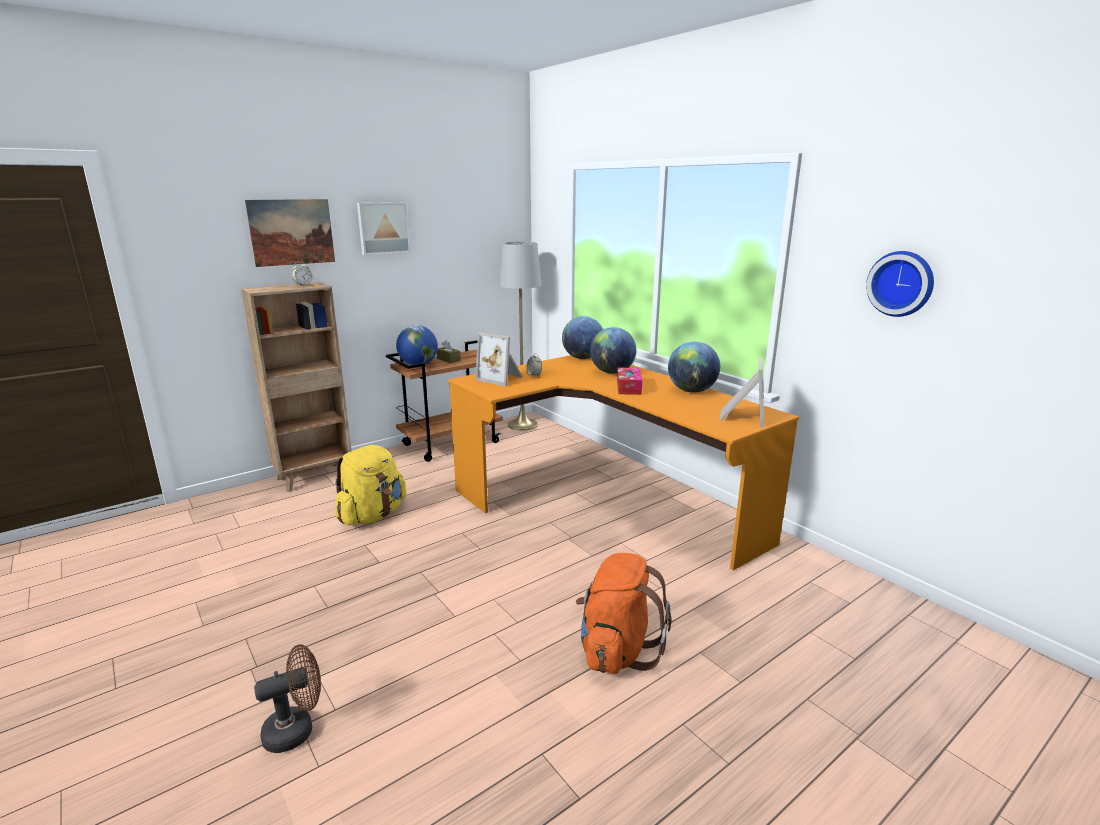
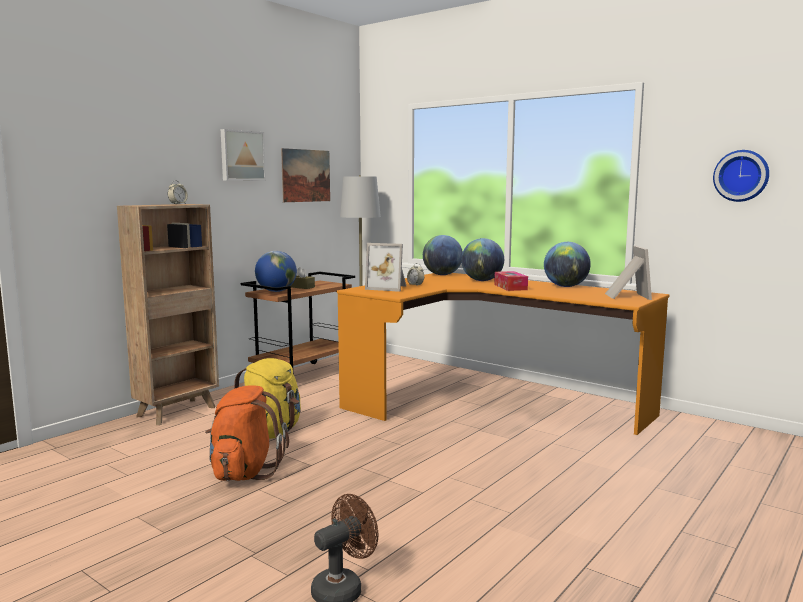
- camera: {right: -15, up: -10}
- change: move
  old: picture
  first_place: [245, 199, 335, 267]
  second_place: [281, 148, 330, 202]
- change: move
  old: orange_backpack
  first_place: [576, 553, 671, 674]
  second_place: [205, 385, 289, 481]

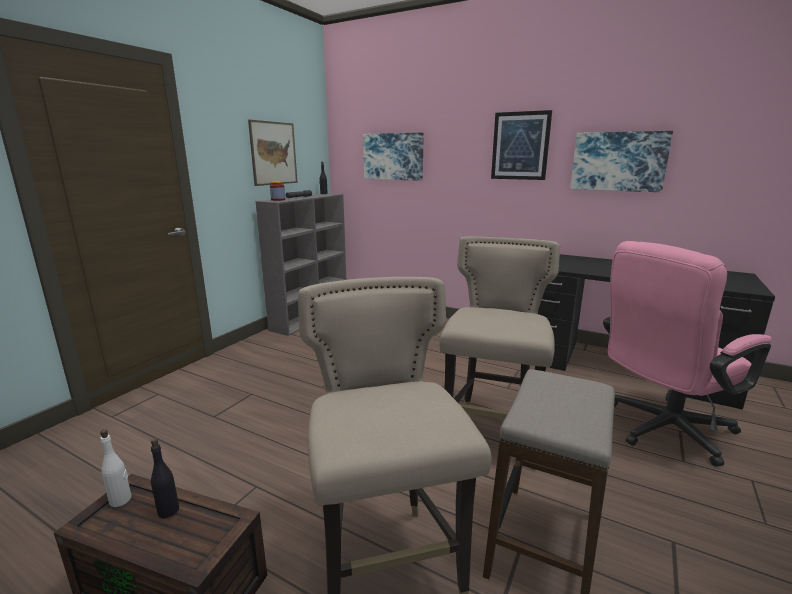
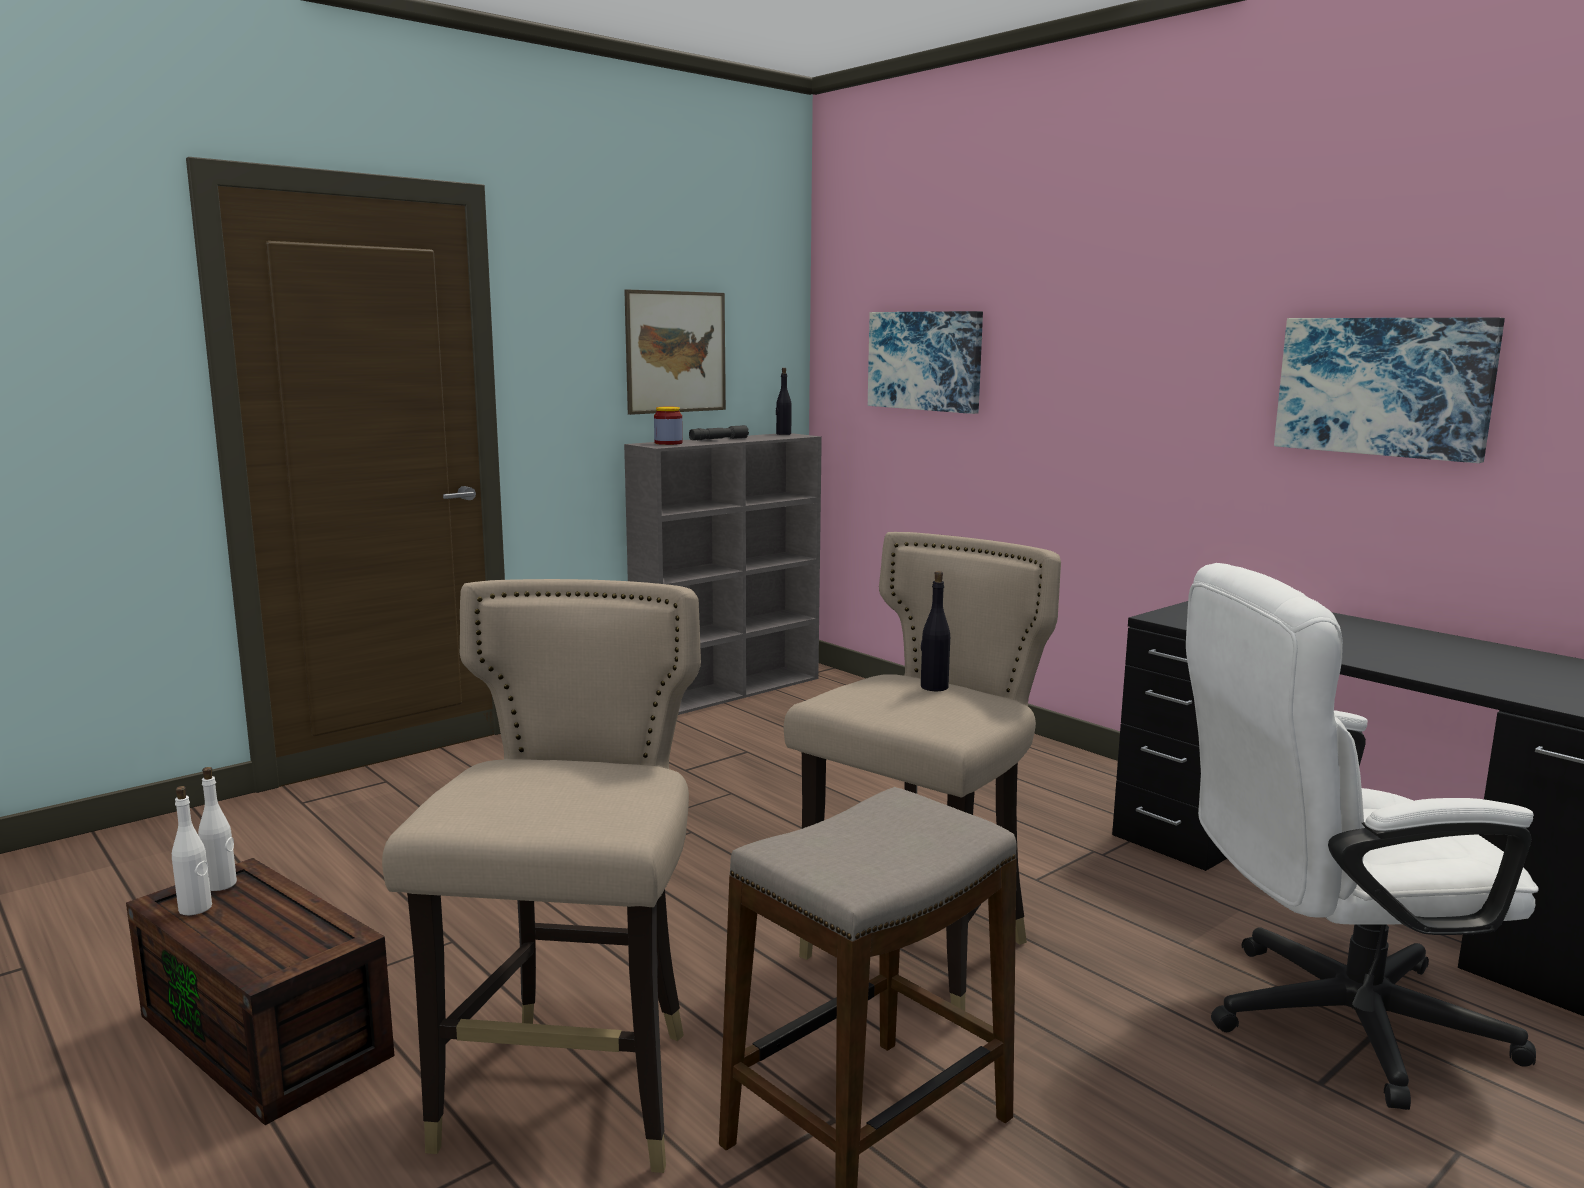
- camera: {right: 20, up: -5}
- change: delete
  old: picture
  first_place: [491, 110, 552, 180]
- change: insert
  new: white_bottle
  second_place: [172, 786, 212, 915]
- change: move
  old: black_bottle
  first_place: [151, 438, 179, 519]
  second_place: [921, 571, 950, 691]
- change: recolor
  old: pink_office_chair
  new: white_office_chair
  first_place: [603, 241, 772, 466]
  second_place: [1186, 563, 1539, 1110]

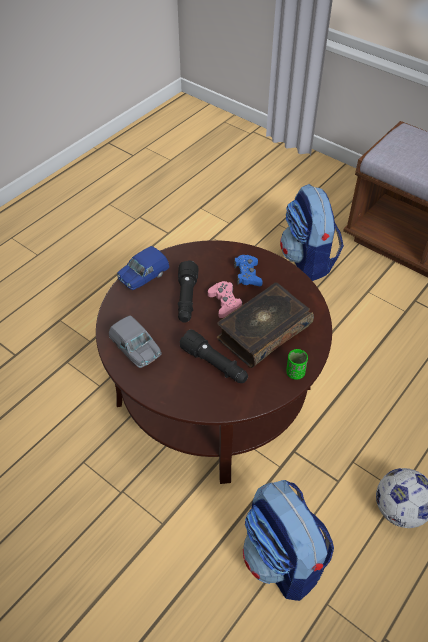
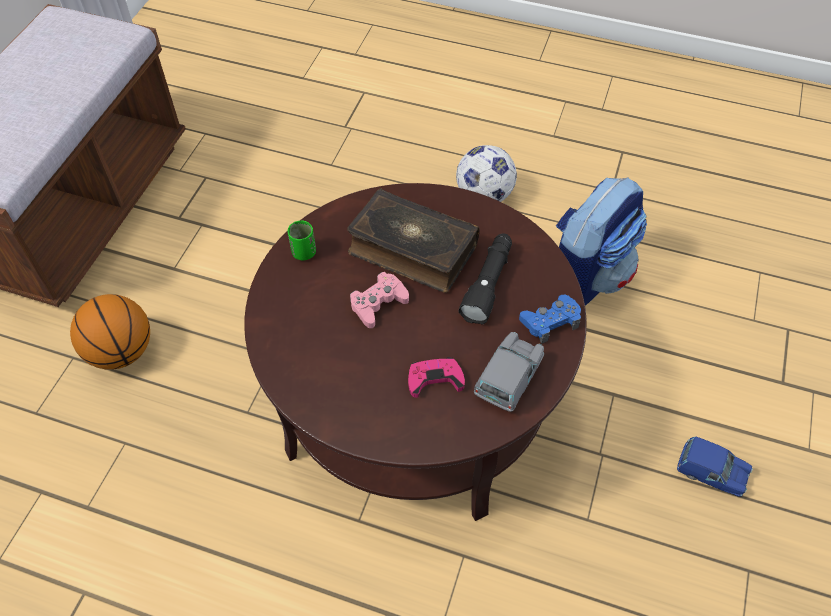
- camera: {right: -110, up: 5}
- change: delete
  old: black_flashlight
  first_place: [178, 260, 199, 323]
- change: insert
  new: pink_game_controller
  second_place: [408, 357, 465, 398]
- change: move
  old: blue_toy_car
  first_place: [117, 246, 169, 290]
  second_place: [677, 437, 753, 497]
- change: move
  old: blue_game_controller
  first_place: [234, 255, 263, 286]
  second_place: [519, 295, 581, 344]
- change: move
  old: green_cup
  first_place: [286, 349, 308, 380]
  second_place: [288, 221, 316, 260]
- change: replace
  old: backpack
  new: basketball
  first_place: [280, 184, 344, 281]
  second_place: [70, 294, 150, 370]

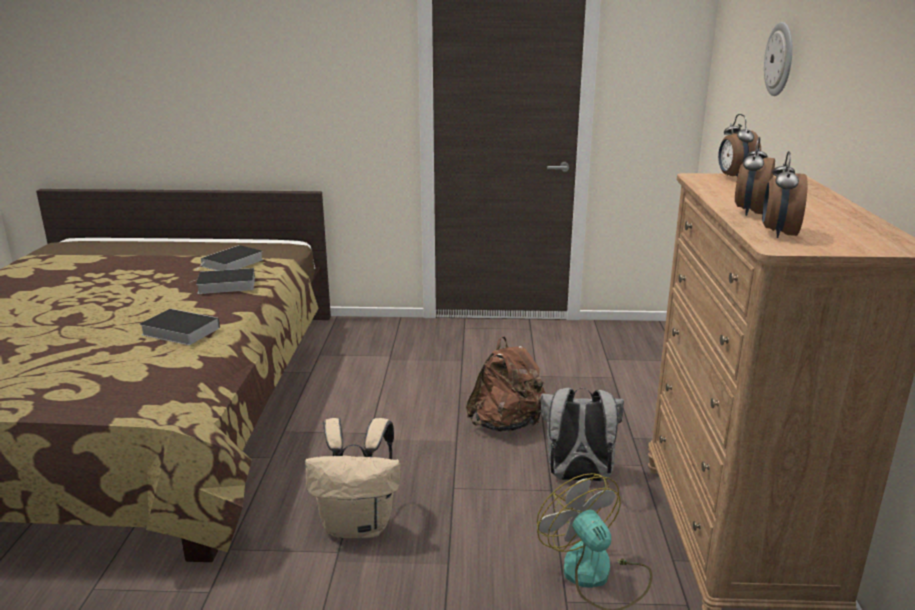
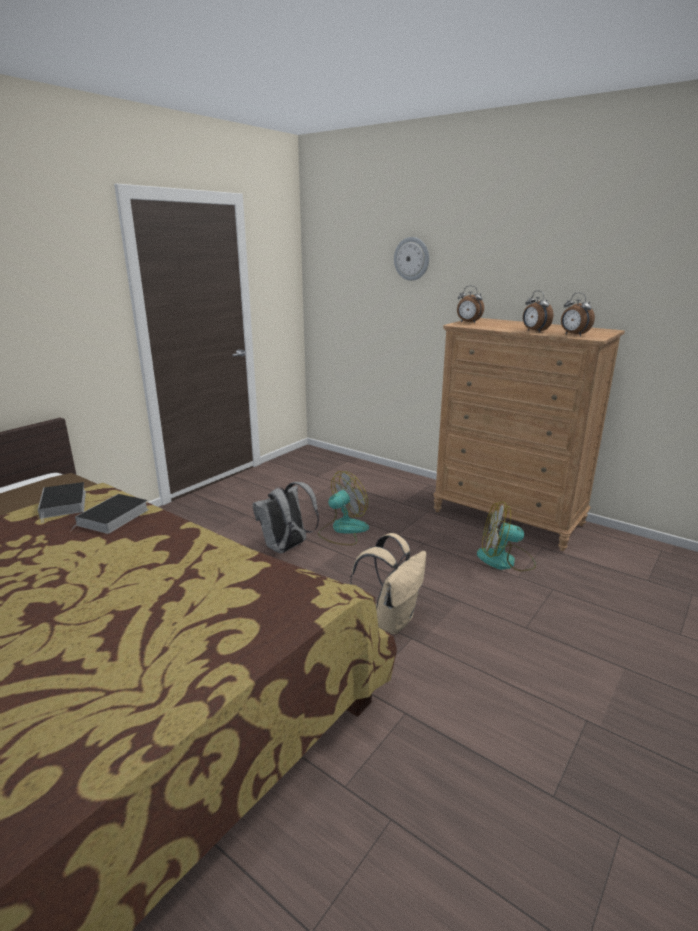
- camera: {right: -55, up: 0}
- change: delete
  old: book
  first_place: [139, 309, 220, 345]
- change: move
  old: grey_backpack
  first_place: [541, 388, 624, 481]
  second_place: [252, 482, 319, 553]
- change: replace
  old: brown_backpack
  new: fan
  first_place: [466, 336, 546, 432]
  second_place: [318, 471, 369, 545]

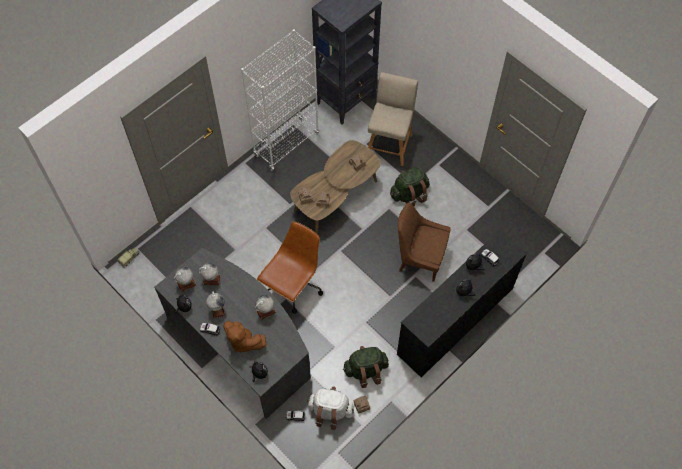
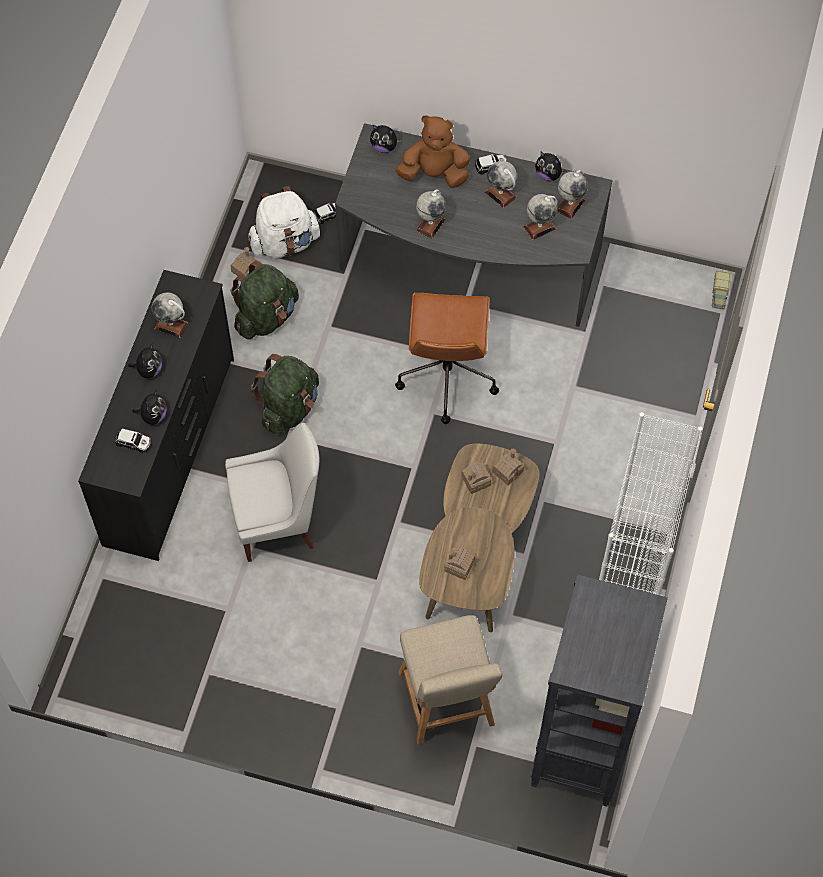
- camera: {right: 150, up: 0}
- change: insert
  new: globe
  second_place: [152, 292, 188, 338]
- change: move
  old: green_backpack
  first_place: [390, 167, 430, 206]
  second_place: [251, 354, 319, 434]
- change: recolor
  old: brown_chair
  new: white_chair
  first_place: [398, 203, 451, 282]
  second_place: [225, 423, 319, 562]

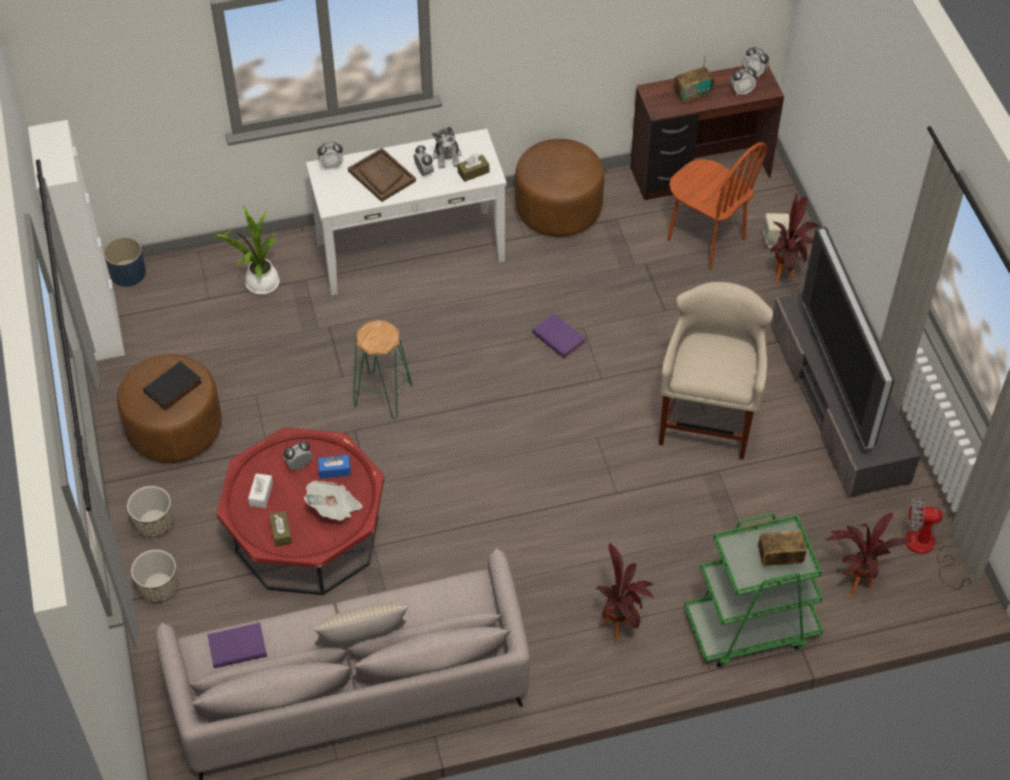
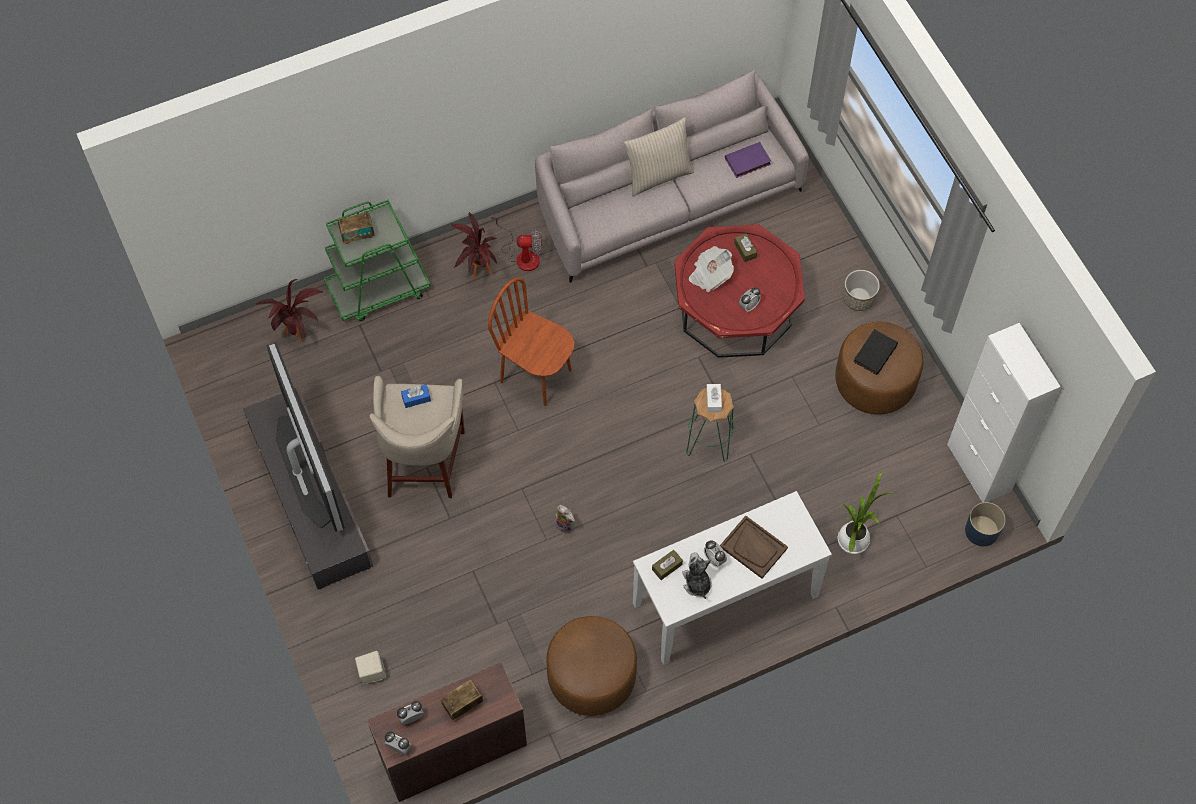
- camera: {right: 170, up: 10}
- change: delete
  old: planter
  first_place: [131, 550, 179, 603]
- change: delete
  old: alarm_clock
  first_place: [317, 142, 343, 170]
- change: delete
  old: potted_plant
  first_place: [771, 192, 820, 285]
- change: move
  old: white_tissue_box
  first_place: [248, 473, 273, 508]
  second_place: [706, 384, 722, 412]
- change: move
  old: blue_tissue_box
  first_place: [318, 455, 351, 479]
  second_place: [401, 384, 431, 408]
- change: move
  old: brown_chair
  first_place: [667, 142, 767, 270]
  second_place: [488, 277, 574, 406]
- change: move
  old: fan
  first_place: [905, 495, 972, 589]
  second_place: [491, 213, 542, 271]
- change: replace
  old: purple_book
  new: plush_toy
  first_place: [532, 313, 586, 359]
  second_place: [554, 505, 575, 534]

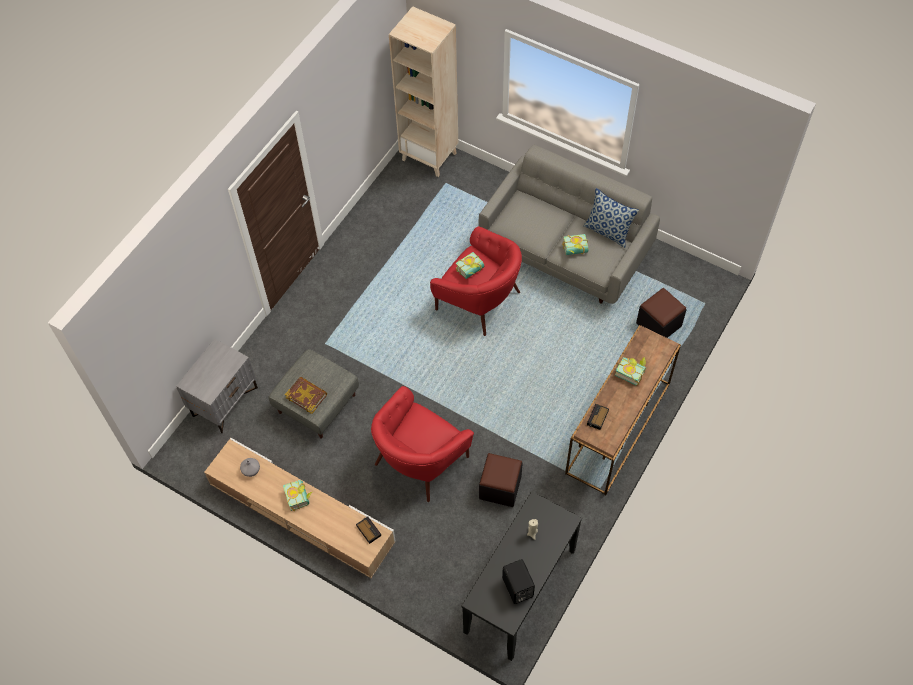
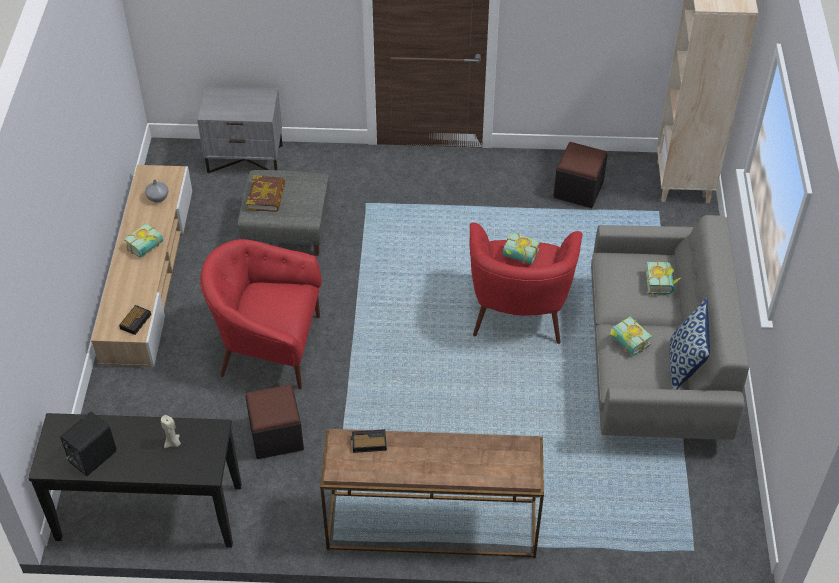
- camera: {right: 60, up: -10}
- change: move
  old: book
  first_place: [615, 357, 646, 386]
  second_place: [645, 260, 682, 296]
- change: move
  old: black_ottoman
  first_place: [636, 288, 686, 338]
  second_place: [553, 142, 607, 208]

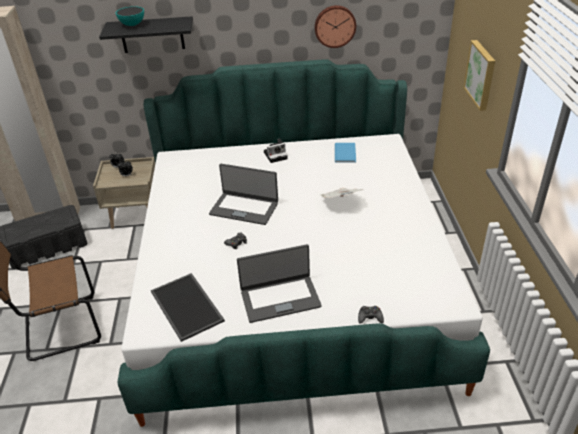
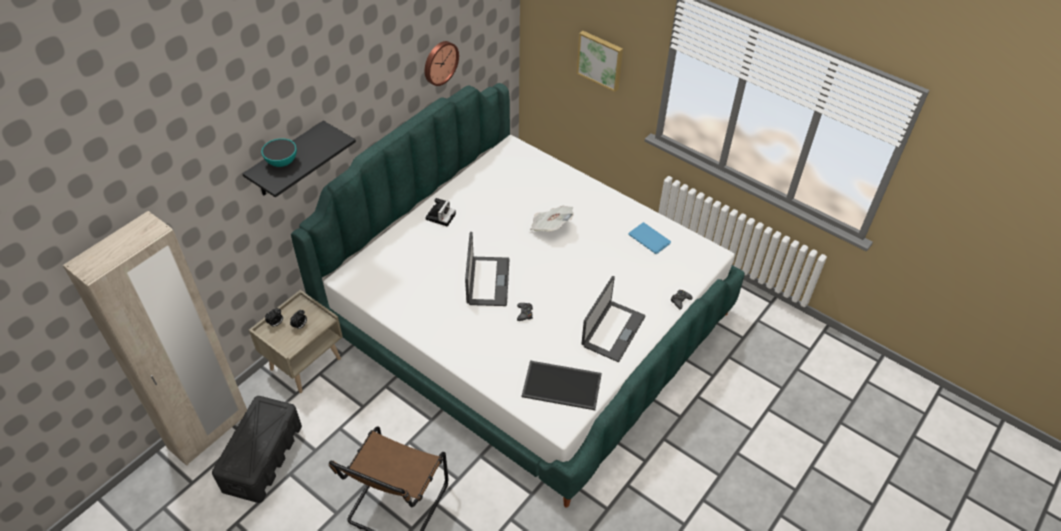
- camera: {right: -50, up: 10}
- change: move
  old: blue_book
  first_place: [335, 143, 356, 163]
  second_place: [628, 222, 671, 255]
- change: rotate
  old: laptop
  first_place: [209, 164, 278, 225]
  second_place: [465, 232, 510, 306]
  degrees: -60

